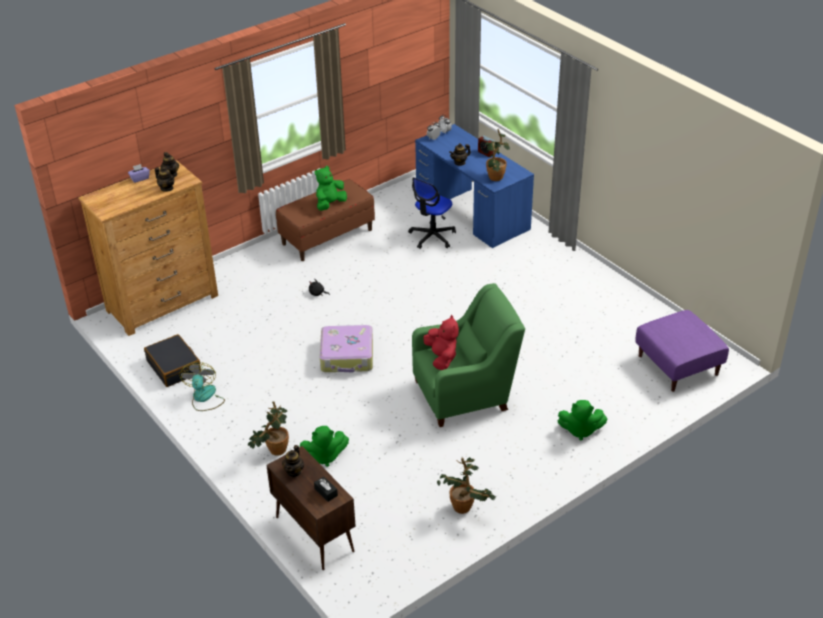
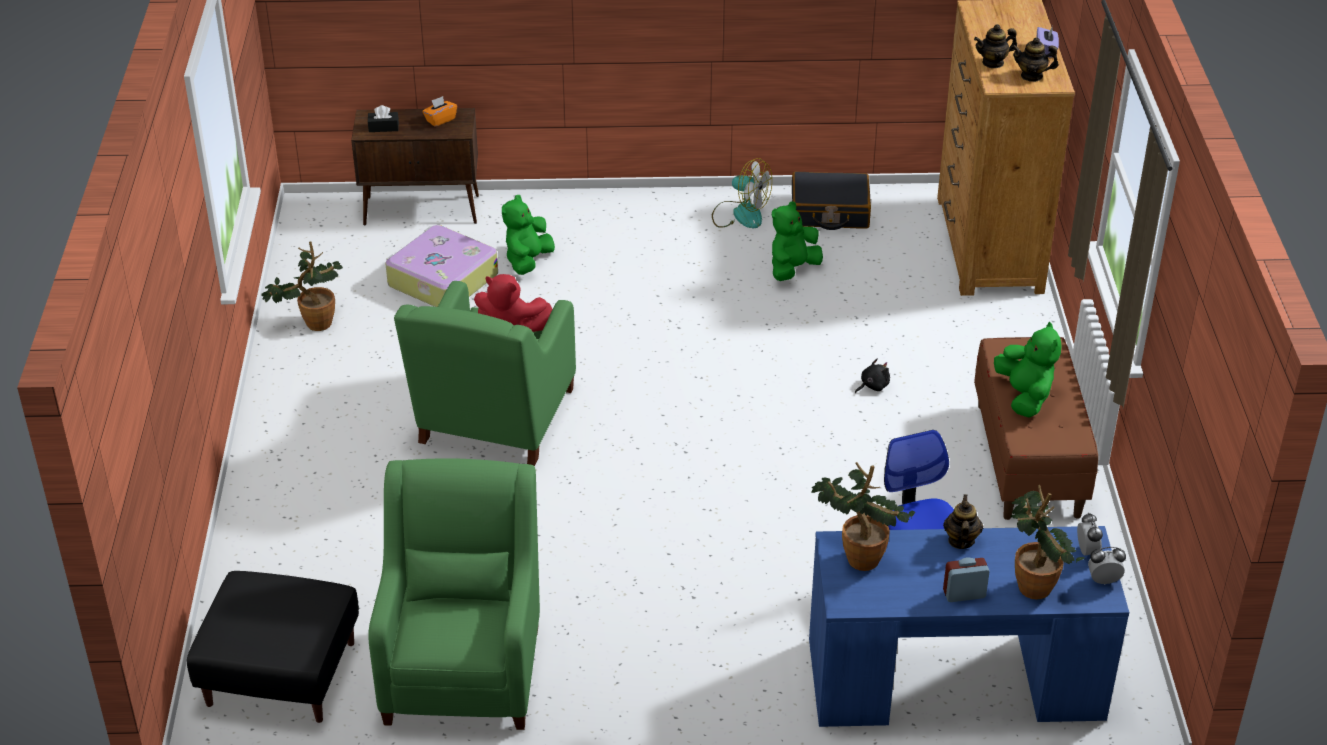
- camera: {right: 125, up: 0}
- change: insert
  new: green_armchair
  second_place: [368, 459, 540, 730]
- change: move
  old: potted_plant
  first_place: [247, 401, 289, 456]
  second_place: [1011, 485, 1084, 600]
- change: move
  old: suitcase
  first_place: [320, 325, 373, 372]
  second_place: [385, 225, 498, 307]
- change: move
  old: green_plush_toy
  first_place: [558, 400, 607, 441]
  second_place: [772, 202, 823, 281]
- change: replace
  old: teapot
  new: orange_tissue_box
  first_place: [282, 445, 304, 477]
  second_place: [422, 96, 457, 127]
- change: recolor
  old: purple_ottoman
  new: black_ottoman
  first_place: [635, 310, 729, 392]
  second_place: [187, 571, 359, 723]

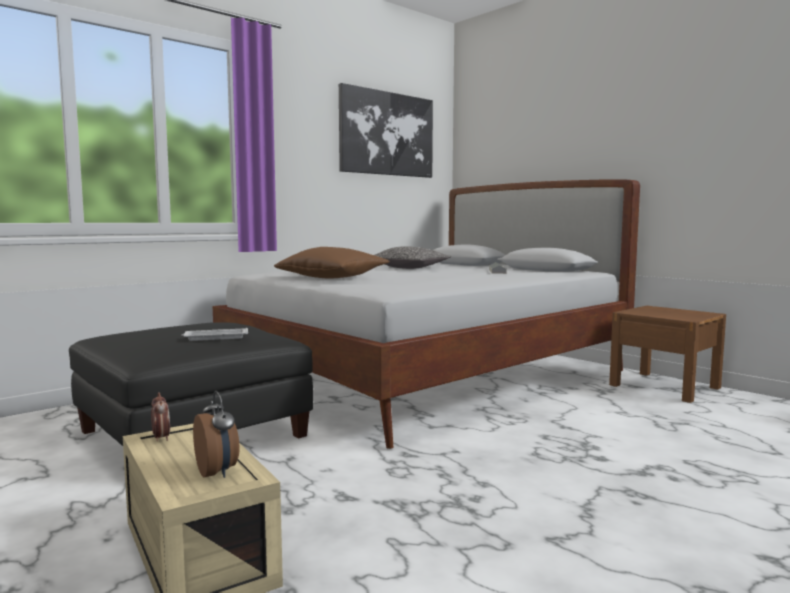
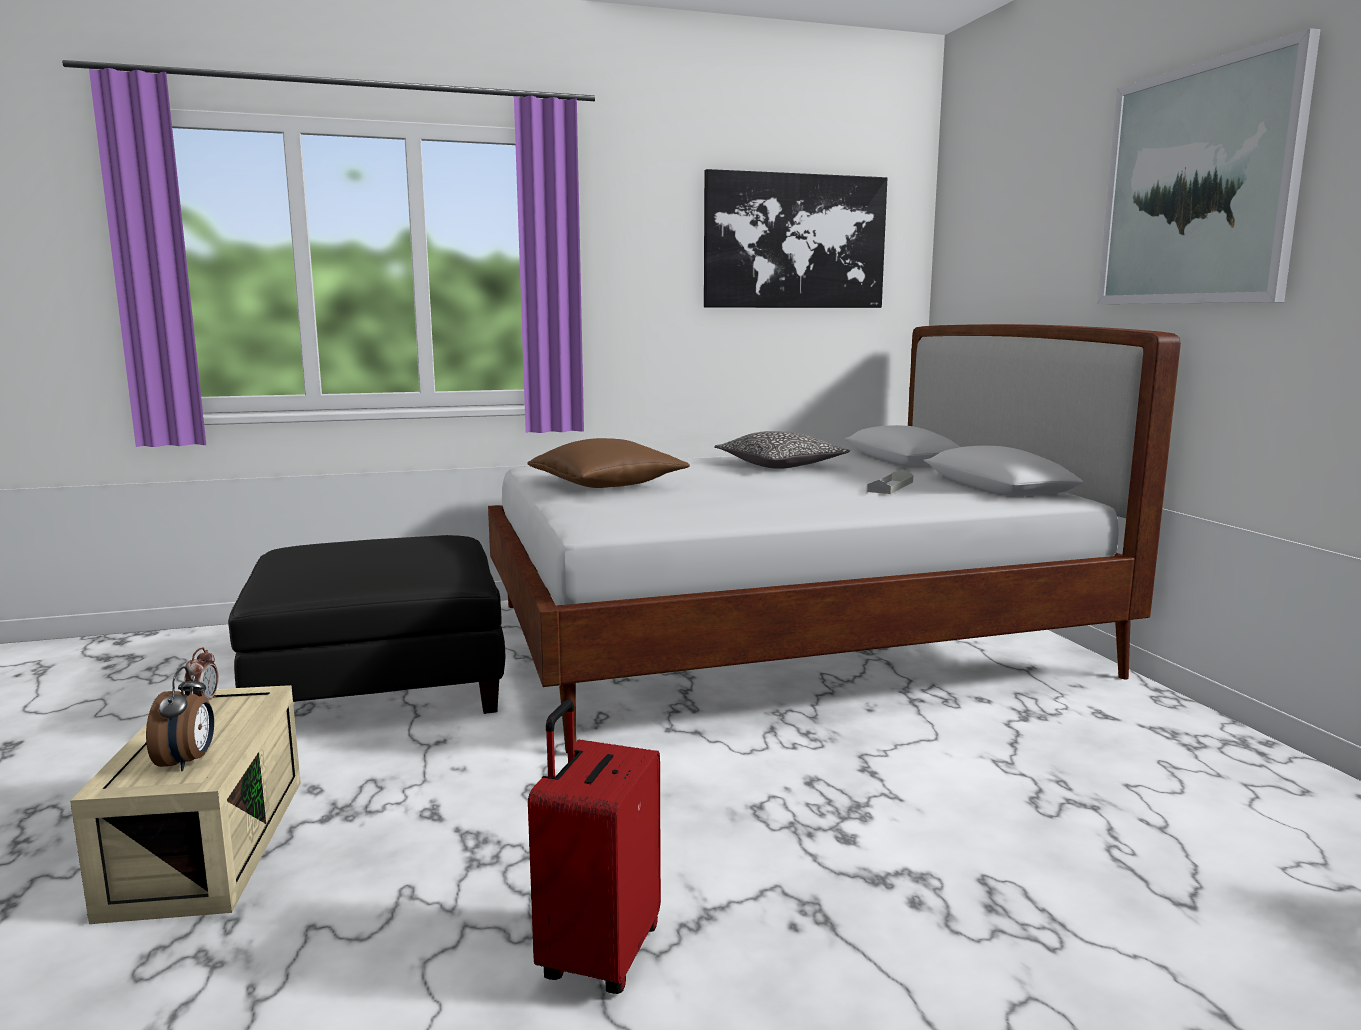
- camera: {right: 25, up: 5}
- change: delete
  old: white_tray
  first_place: [181, 328, 248, 341]
- change: delete
  old: brown_nightstand
  first_place: [609, 306, 726, 403]
- change: insert
  new: red_suitcase
  second_place: [528, 700, 661, 994]
- change: insert
  new: picture
  second_place: [1097, 28, 1321, 304]

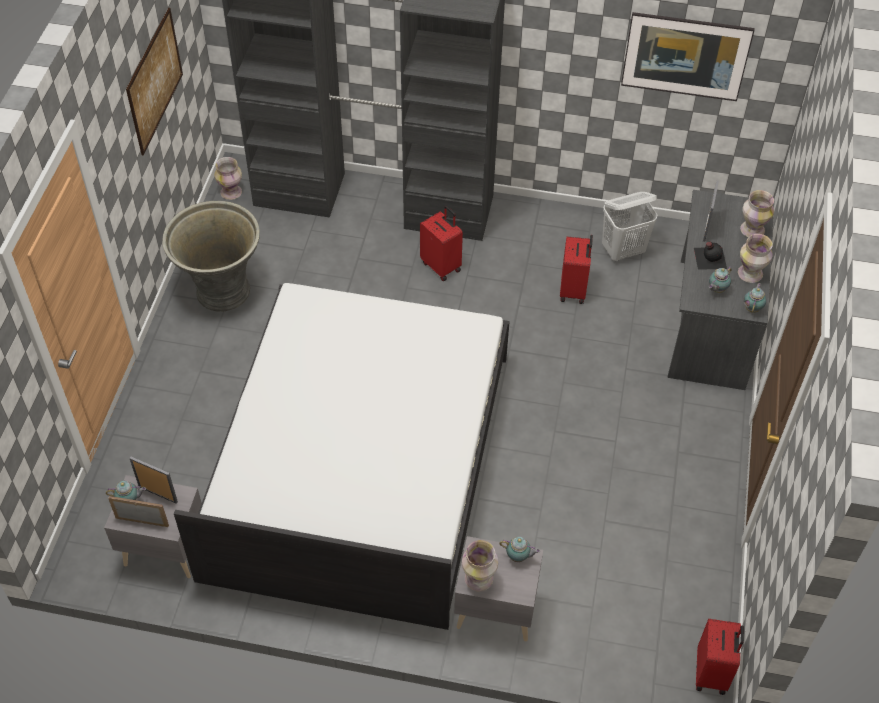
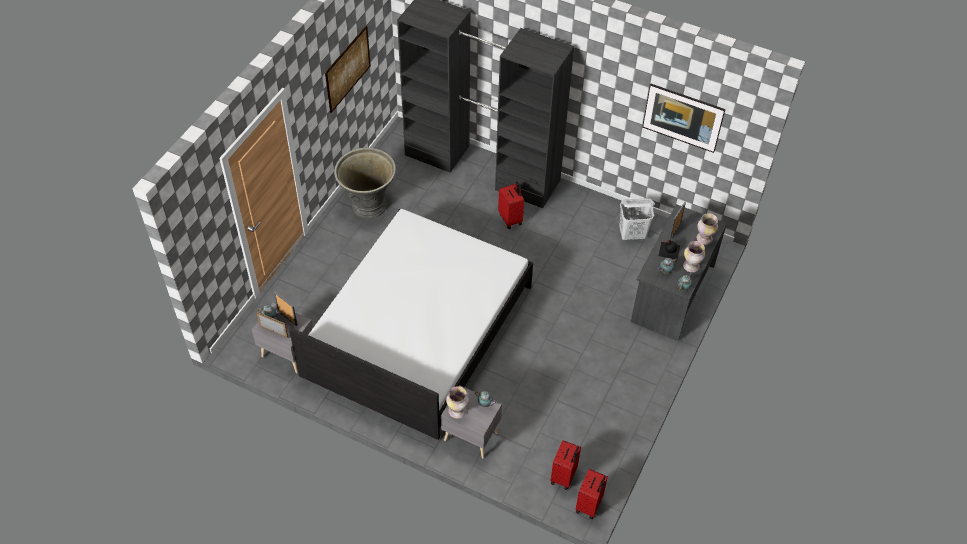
- camera: {right: 15, up: 0}
- change: delete
  old: vase
  first_place: [214, 157, 242, 200]
- change: move
  old: red_suitcase
  first_place: [560, 235, 593, 304]
  second_place: [551, 440, 581, 490]

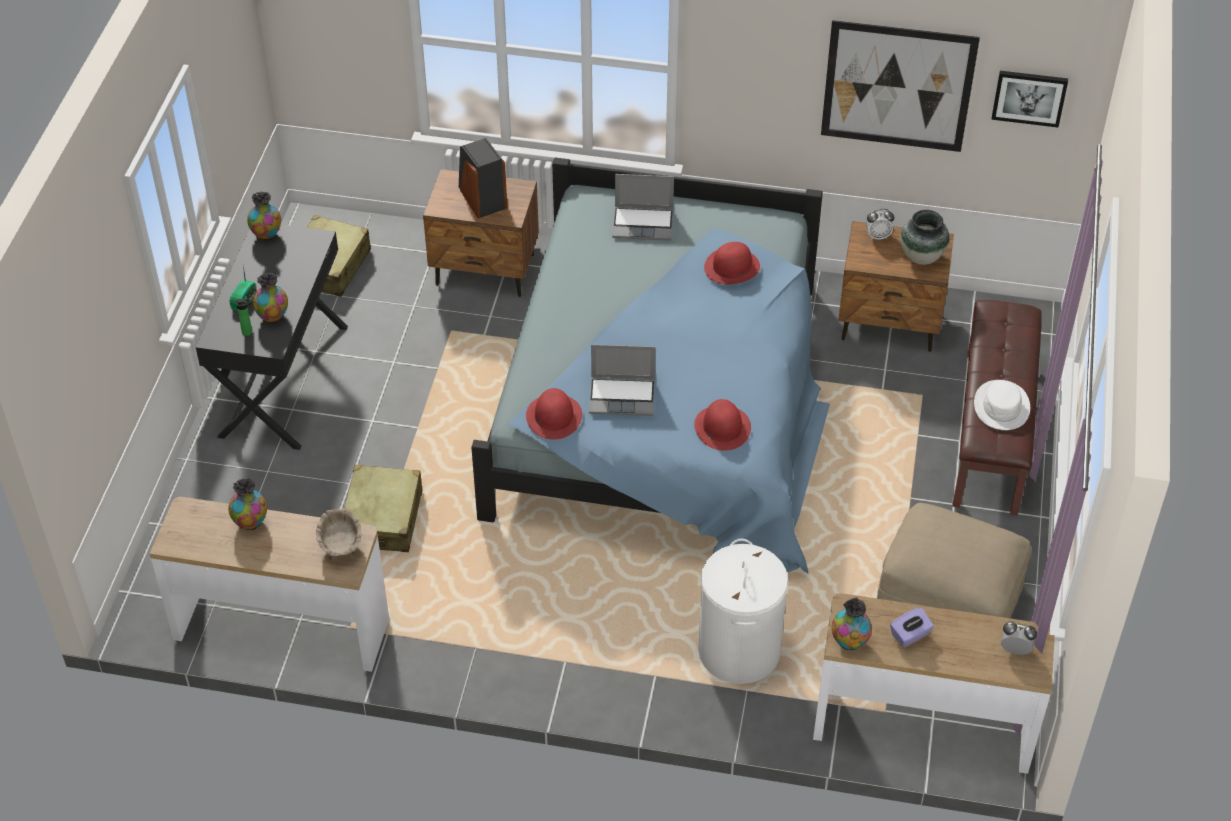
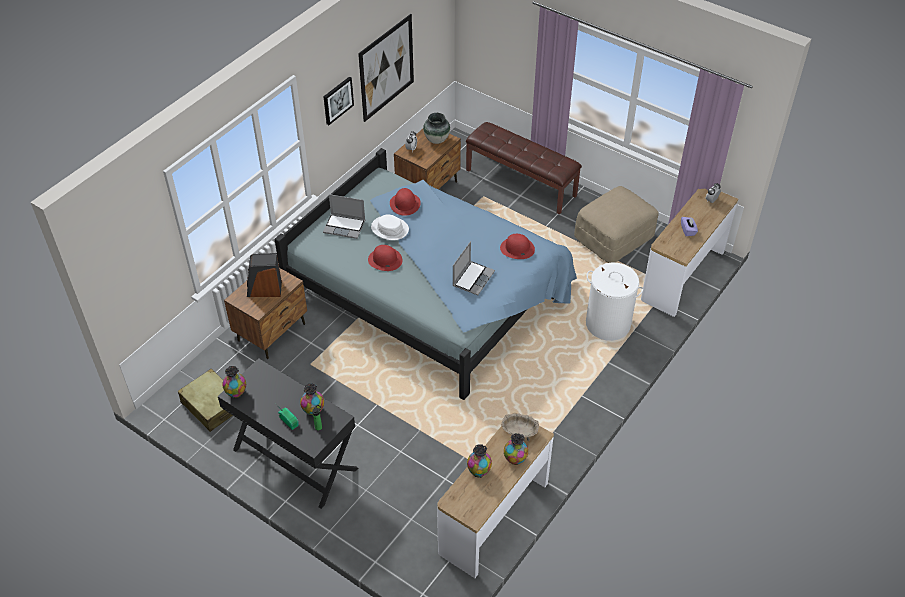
- camera: {right: -65, up: 0}
- change: delete
  old: beige_suitcase
  first_place: [344, 465, 422, 552]
- change: move
  old: red_hat
  first_place: [526, 388, 582, 440]
  second_place: [368, 245, 403, 271]
- change: move
  old: vase
  first_place: [832, 598, 872, 650]
  second_place: [504, 433, 528, 465]
- change: move
  old: white_hat
  first_place: [974, 380, 1030, 430]
  second_place: [371, 214, 409, 240]
- change: move
  old: picture
  first_place: [991, 71, 1068, 127]
  second_place: [323, 77, 354, 125]
- change: rotate
  old: laptop
  first_place: [612, 174, 674, 241]
  second_place: [323, 194, 365, 239]
  degrees: 75

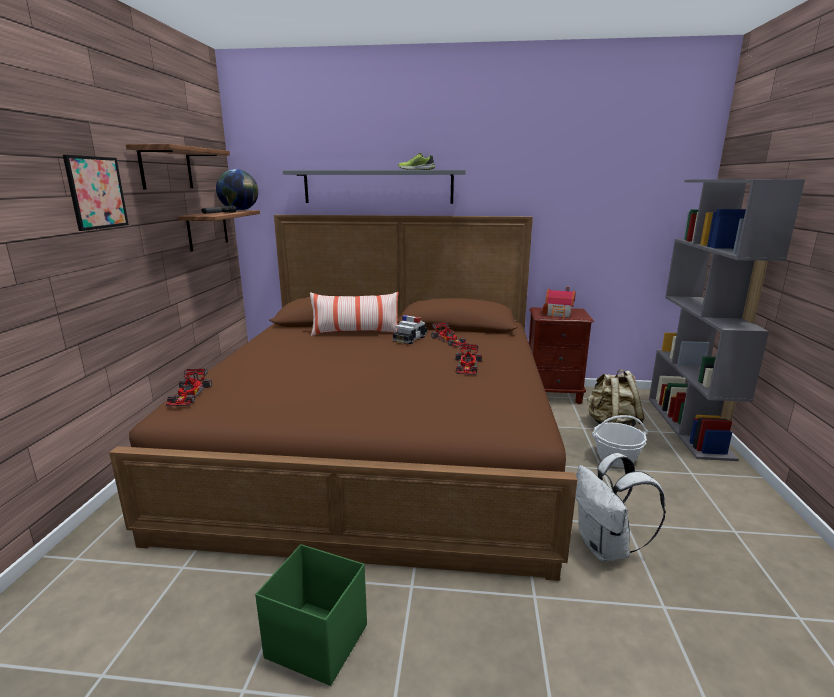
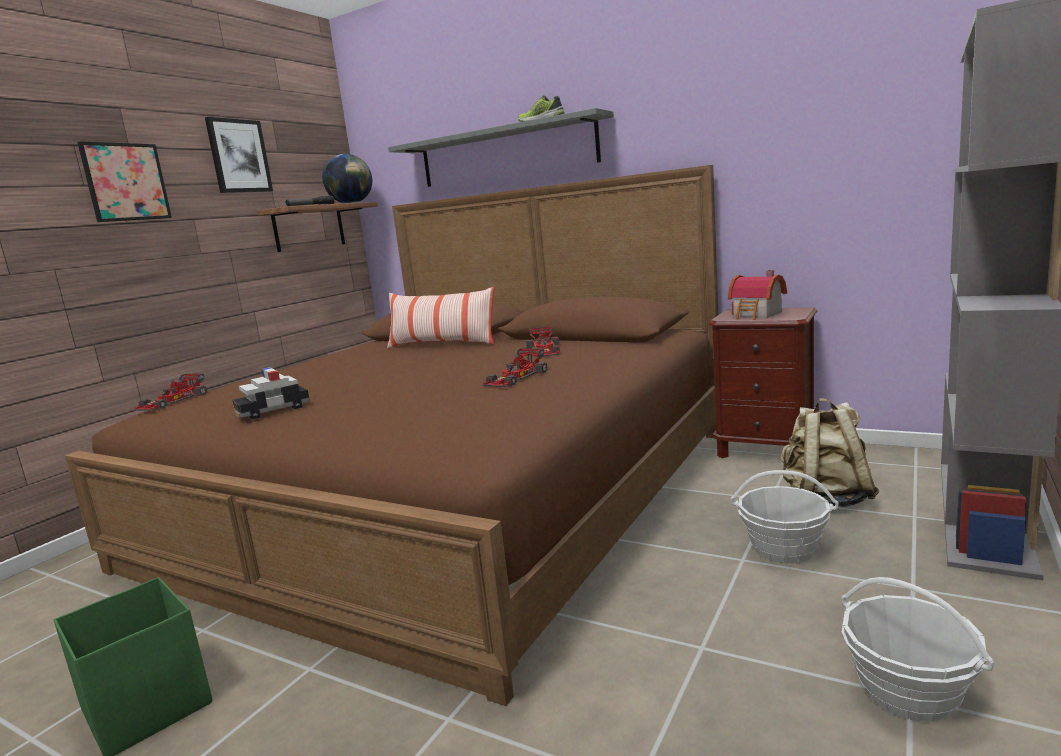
- camera: {right: 25, up: -5}
- change: delete
  old: white_backpack
  first_place: [575, 453, 666, 562]
- change: insert
  new: basket
  second_place: [841, 577, 994, 722]
- change: move
  old: toy_car
  first_place: [393, 315, 427, 344]
  second_place: [233, 367, 310, 419]
- change: replace
  old: shelf
  new: picture
  first_place: [126, 144, 230, 189]
  second_place: [205, 117, 273, 193]

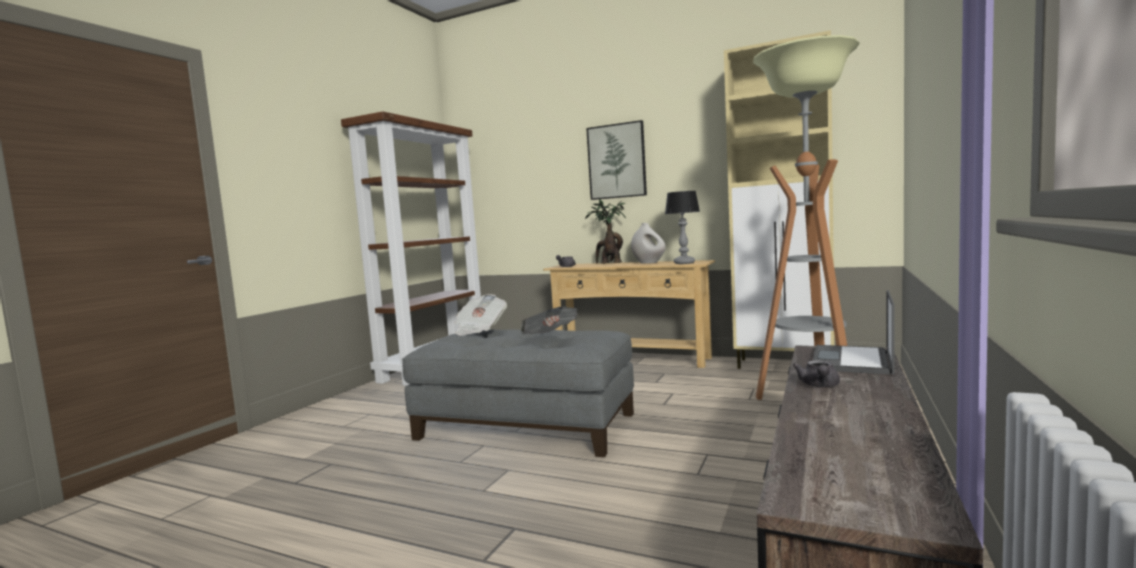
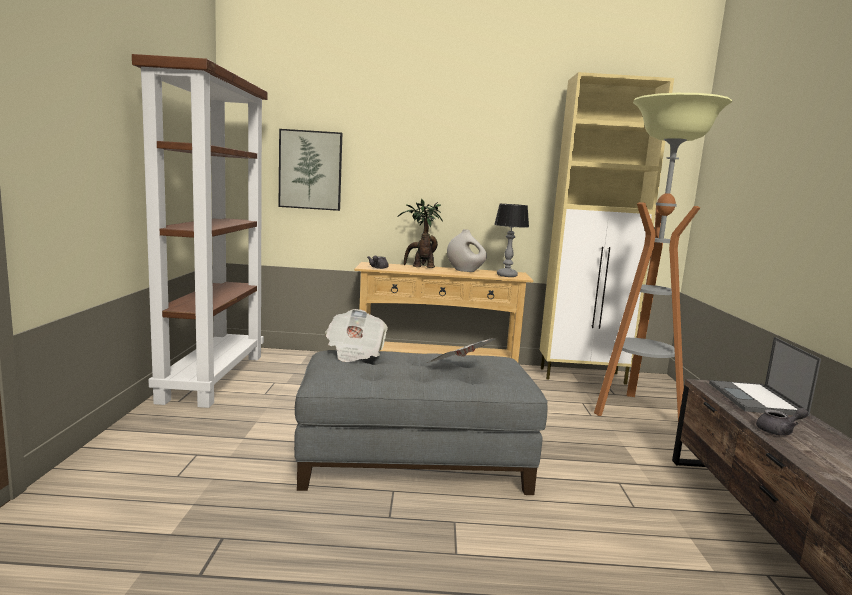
- camera: {right: -25, up: 5}
- change: move
  old: picture
  first_place: [586, 120, 647, 200]
  second_place: [279, 129, 342, 211]
- change: rotate
  old: grey_teapot
  first_place: [793, 360, 840, 387]
  second_place: [756, 408, 808, 436]
  degrees: -90

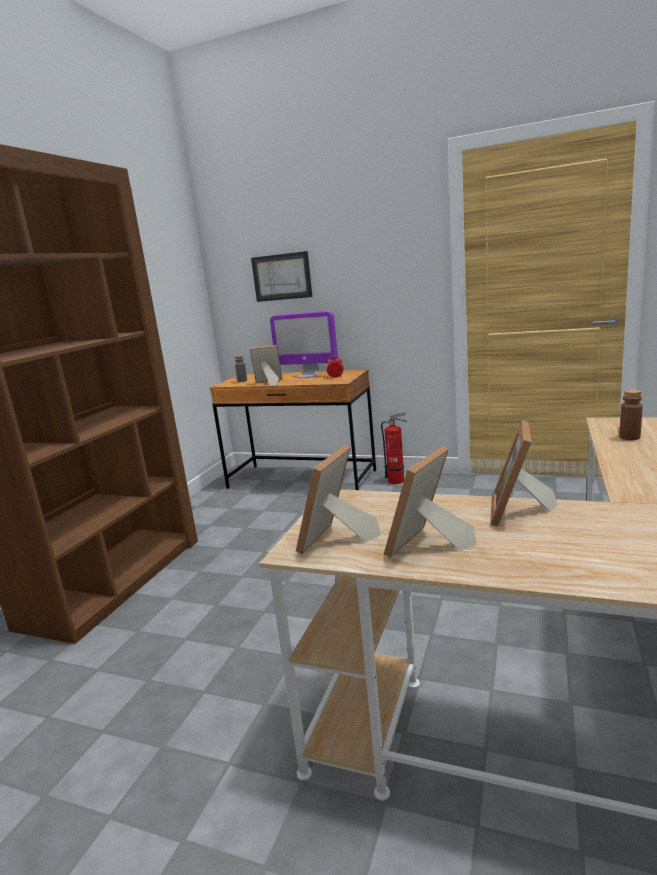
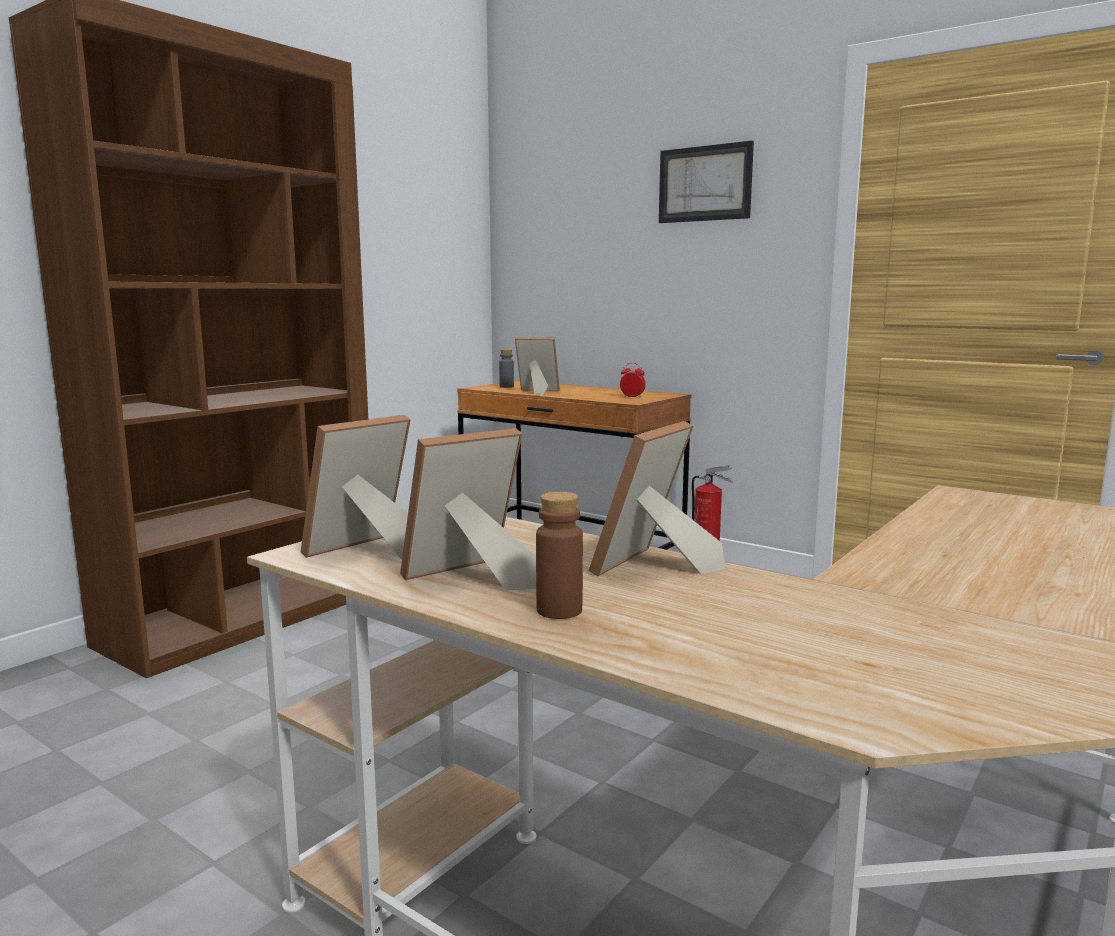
- camera: {right: 15, up: -5}
- change: delete
  old: monitor
  first_place: [270, 311, 338, 378]
- change: move
  old: picture
  first_place: [251, 251, 312, 302]
  second_place: [659, 141, 754, 223]
- change: move
  old: brown_bottle
  first_place: [619, 389, 643, 440]
  second_place: [536, 492, 583, 619]

